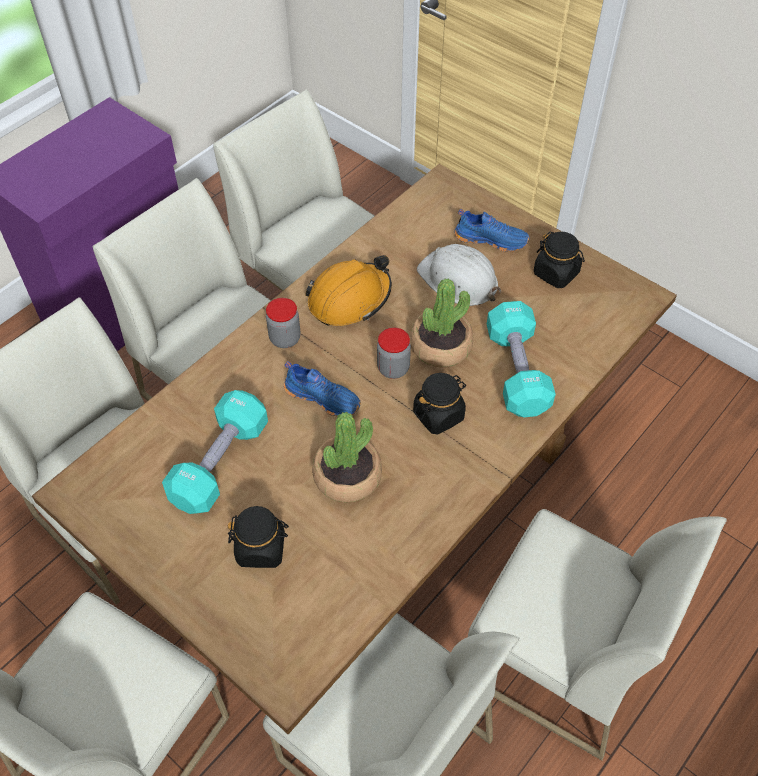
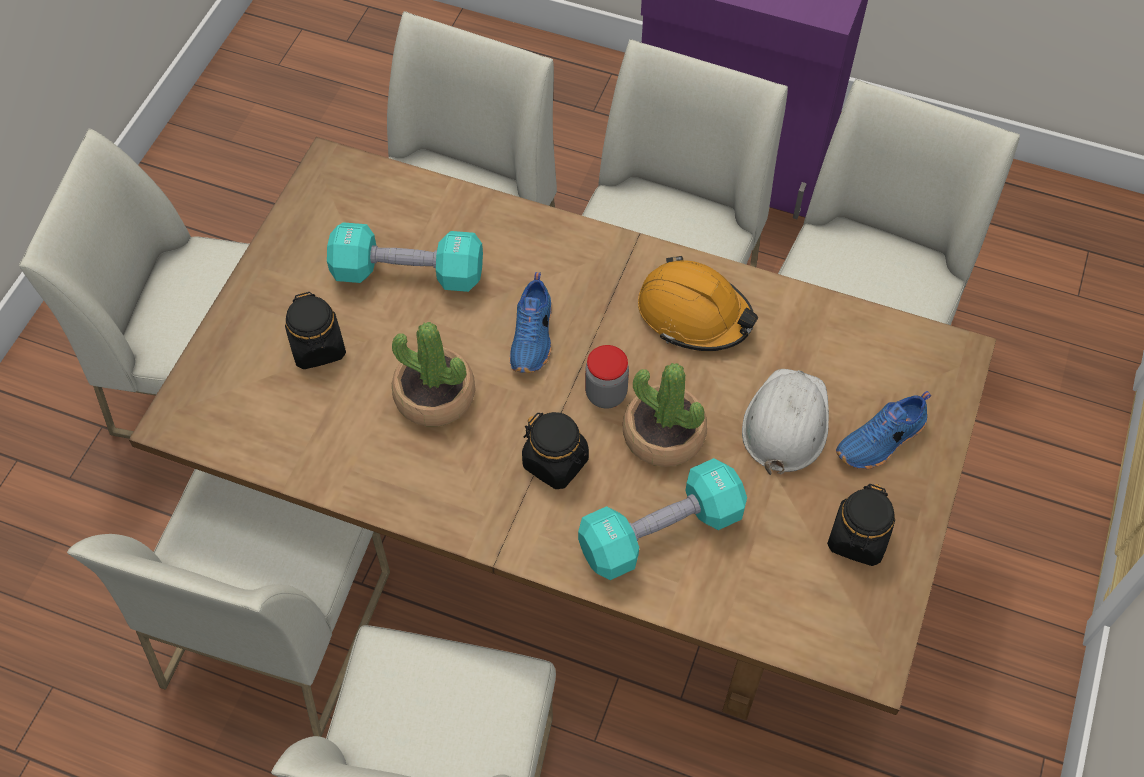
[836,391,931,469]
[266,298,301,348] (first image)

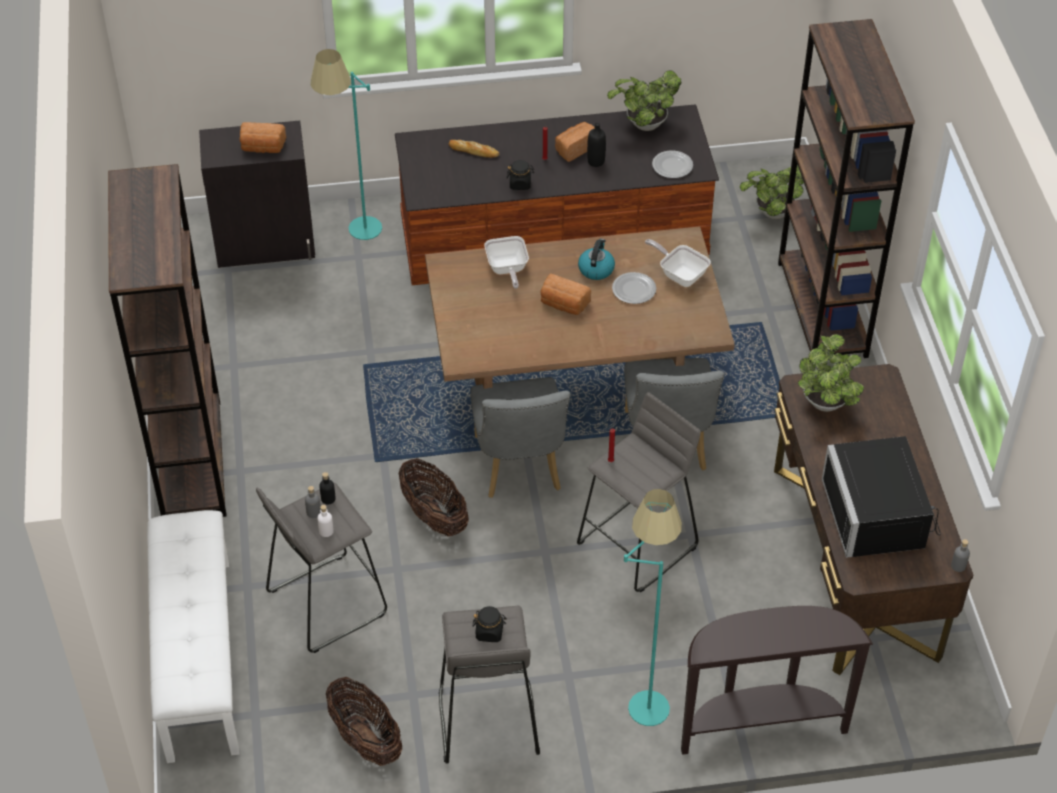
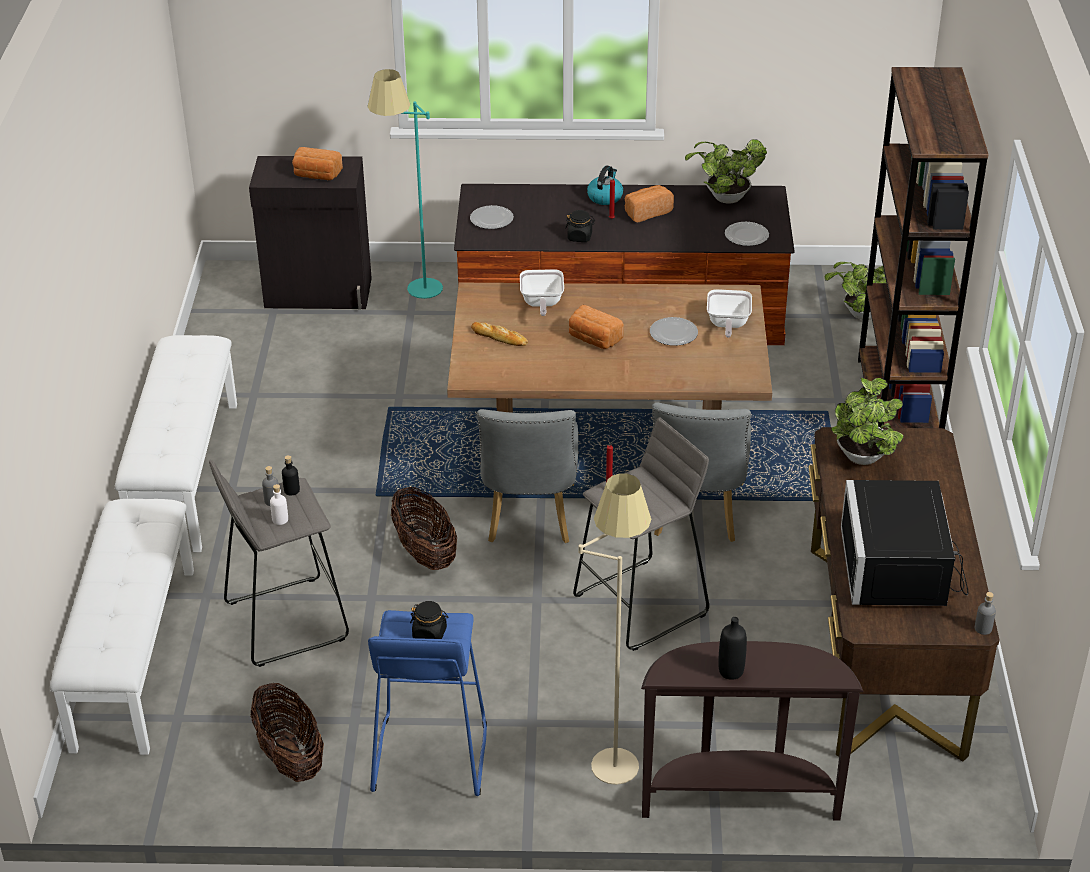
[115,335,237,552]
[368,610,487,796]
[470,205,514,229]
[471,322,528,346]
[579,473,651,785]
[587,166,623,205]
[707,289,752,338]
[718,617,747,680]

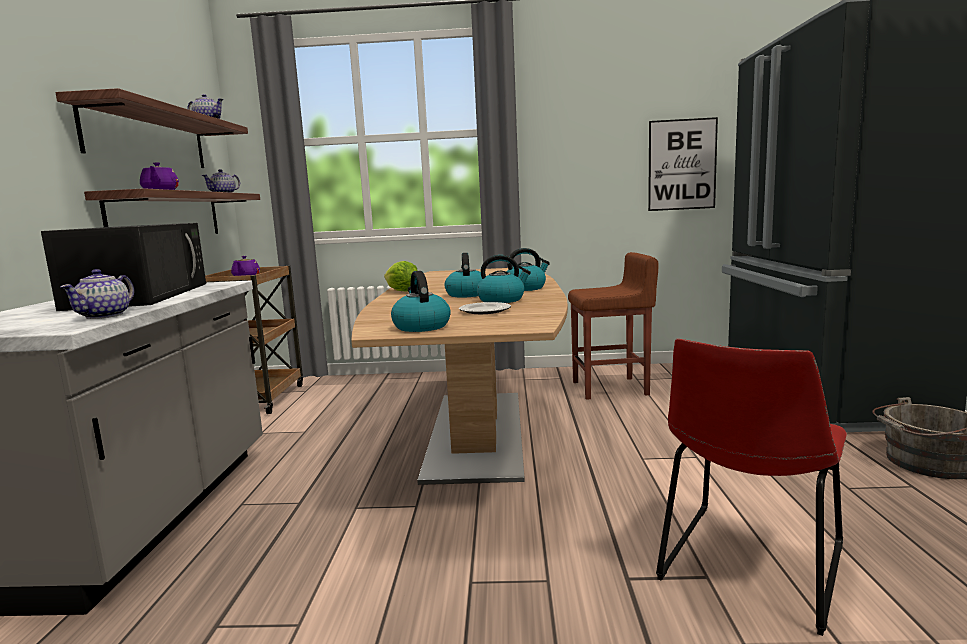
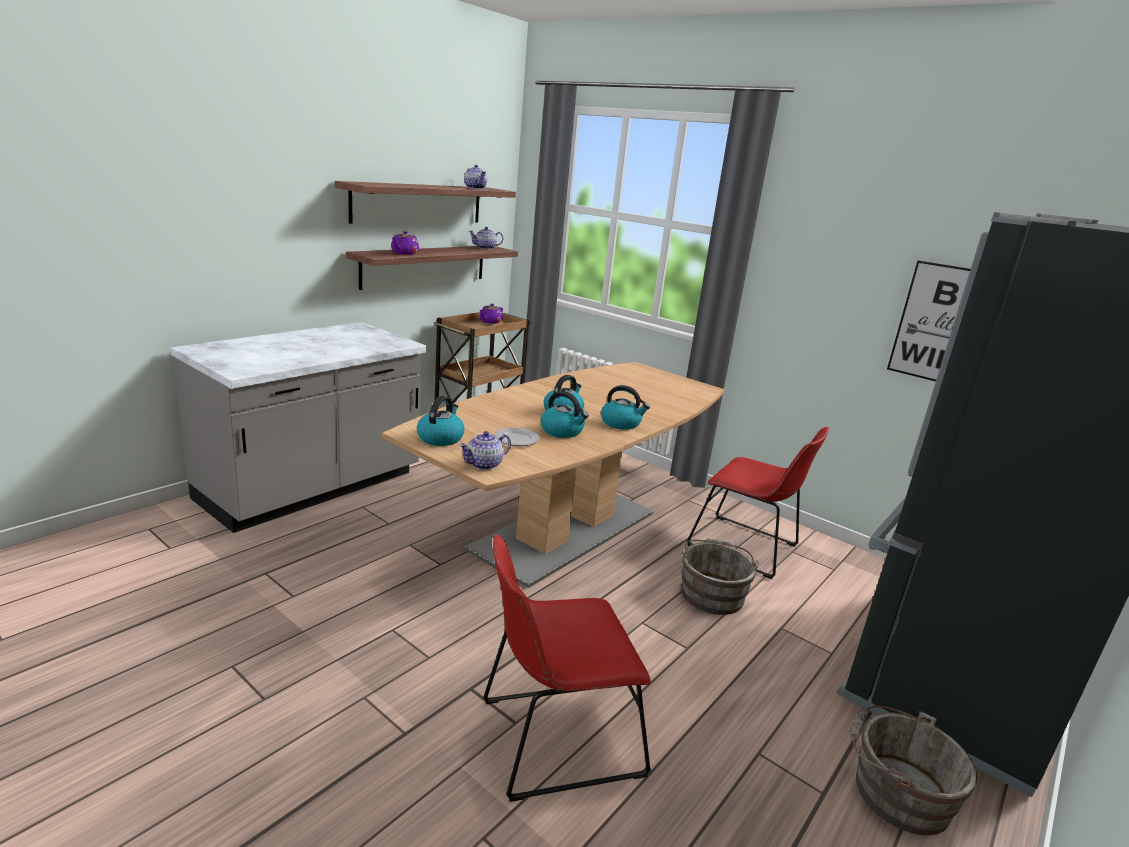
[459,431,511,470]
[681,539,759,615]
[687,427,829,579]
[41,223,206,311] (first image)
[384,261,418,291] (first image)

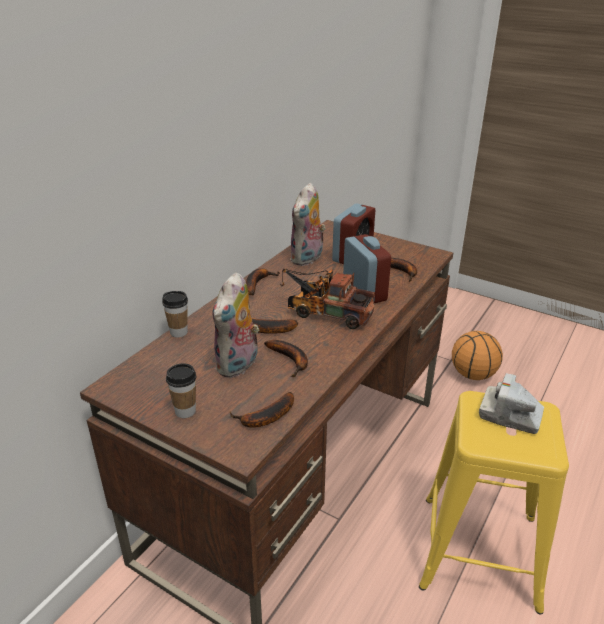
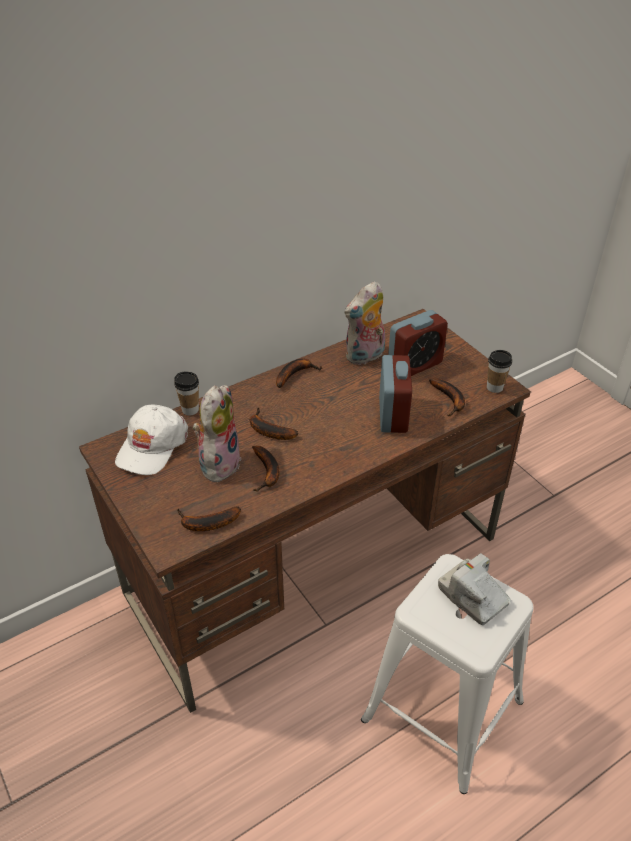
[115,404,188,475]
[193,385,241,482]
[361,554,534,794]
[487,350,512,393]
[280,269,375,329] (first image)
[452,331,503,380] (first image)

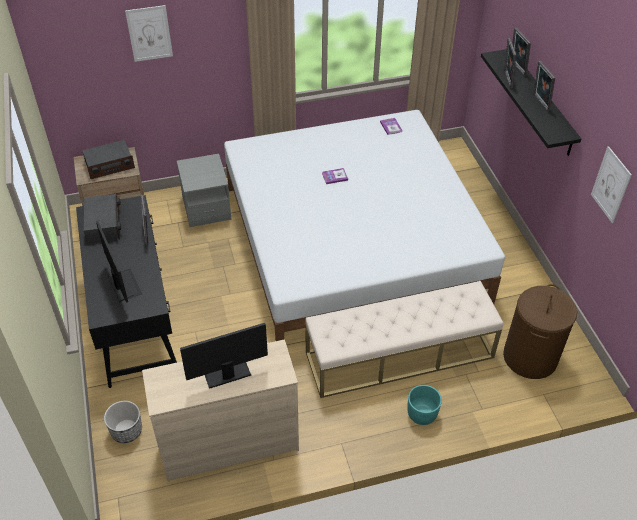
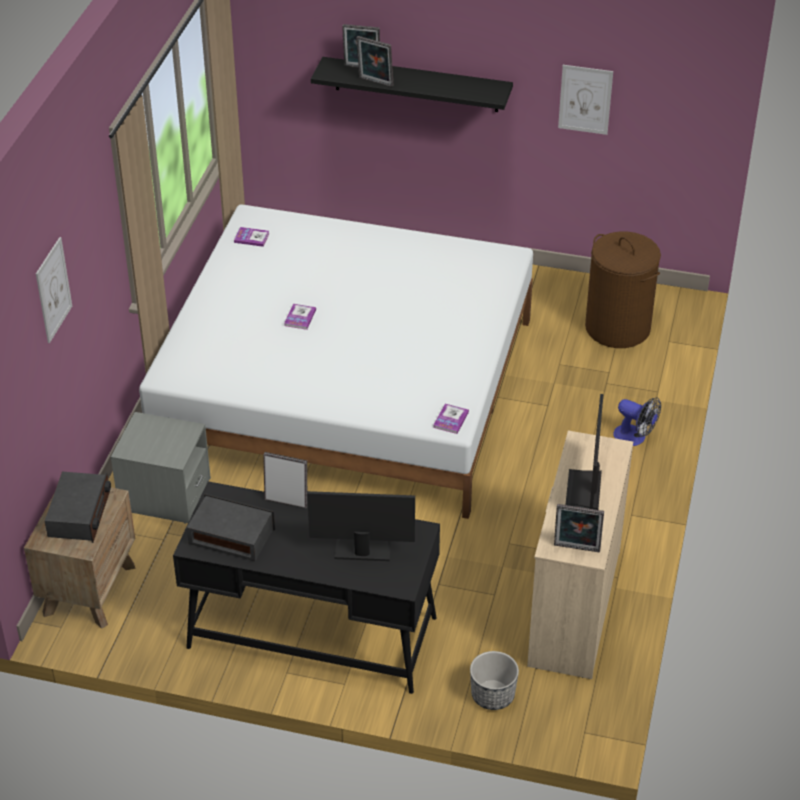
[433,404,469,434]
[554,504,604,552]
[614,397,661,446]
[305,281,504,398] (first image)

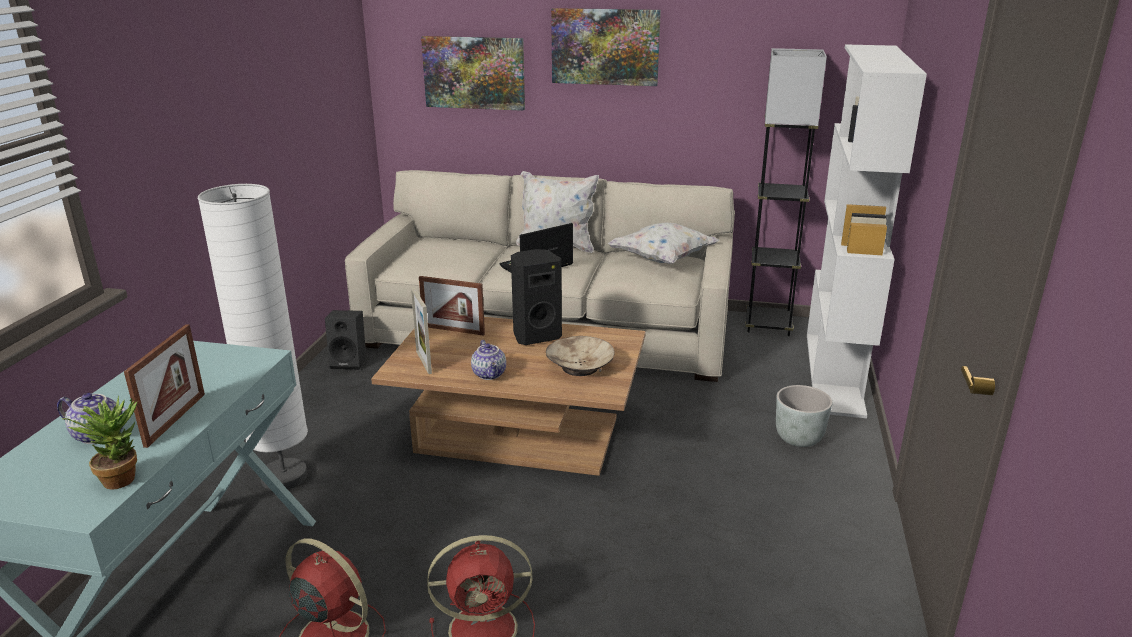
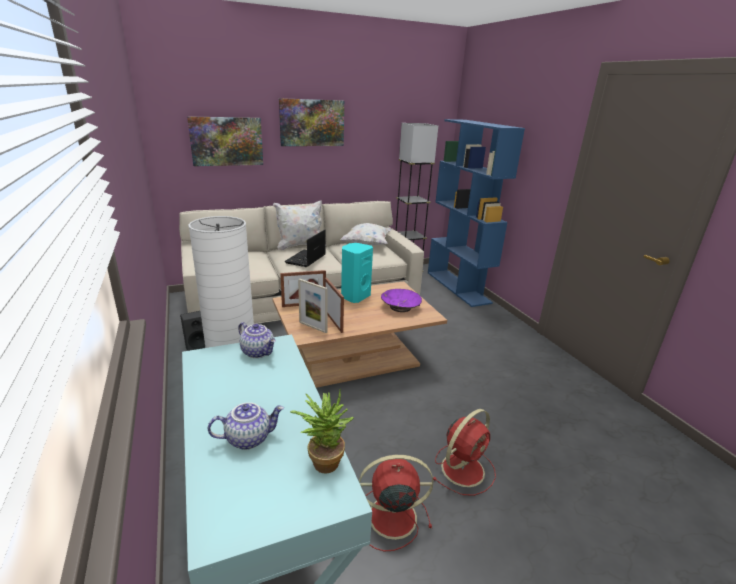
[238,322,276,358]
[325,278,344,333]
[341,243,373,303]
[381,289,422,312]
[428,119,525,307]
[776,385,832,447] (first image)

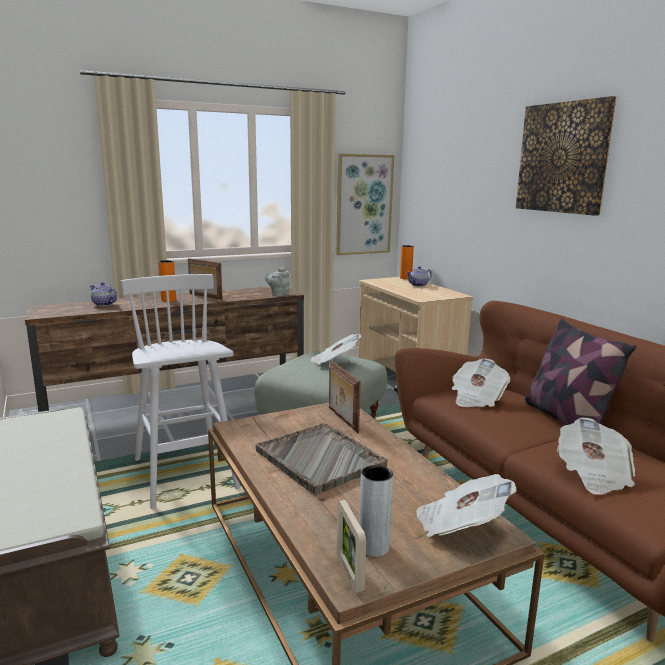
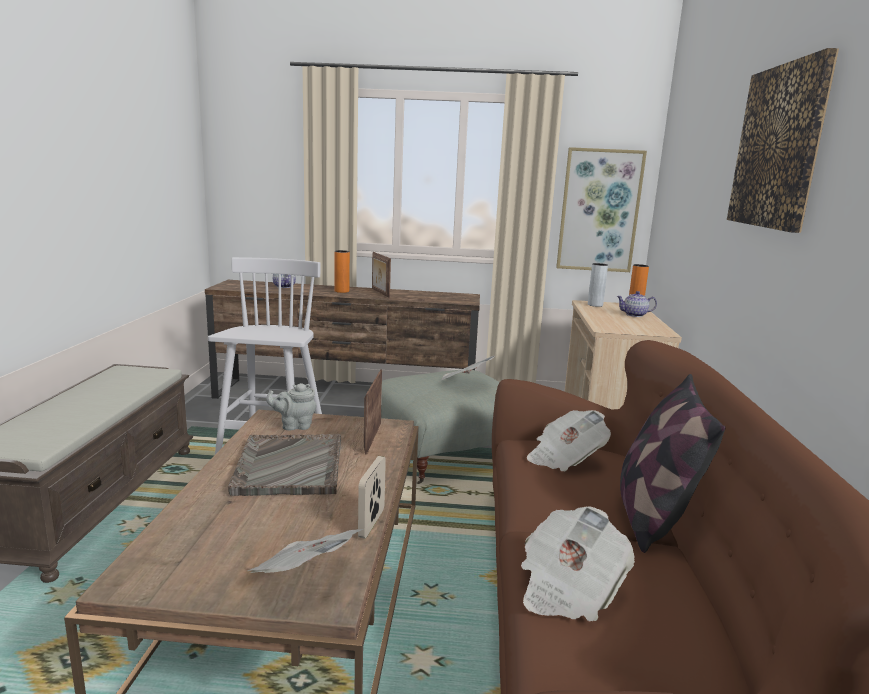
[266,383,317,431]
[358,456,386,539]
[588,263,608,307]

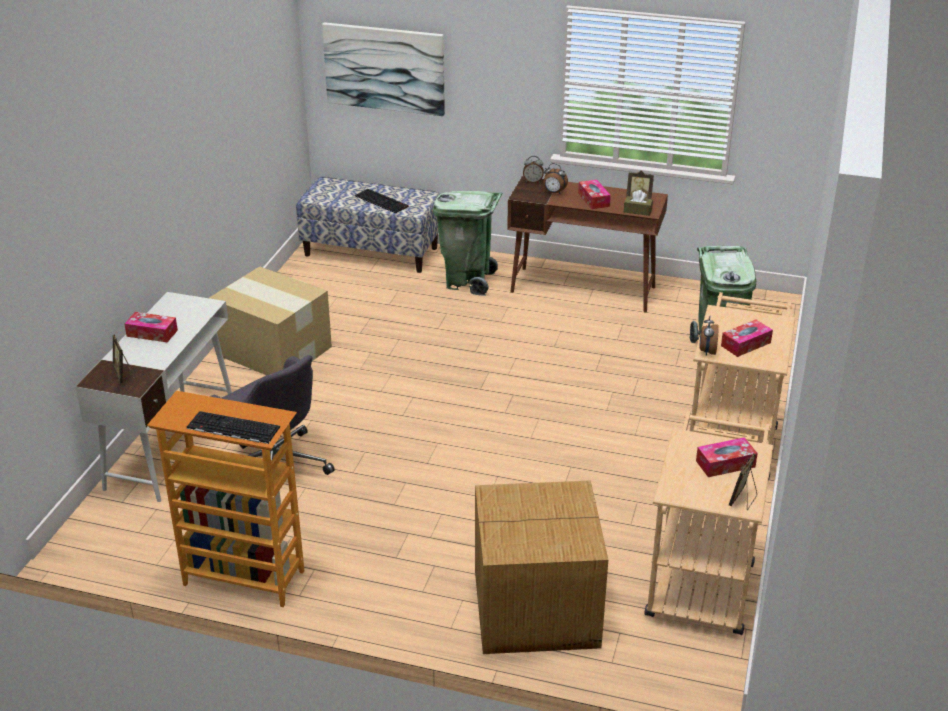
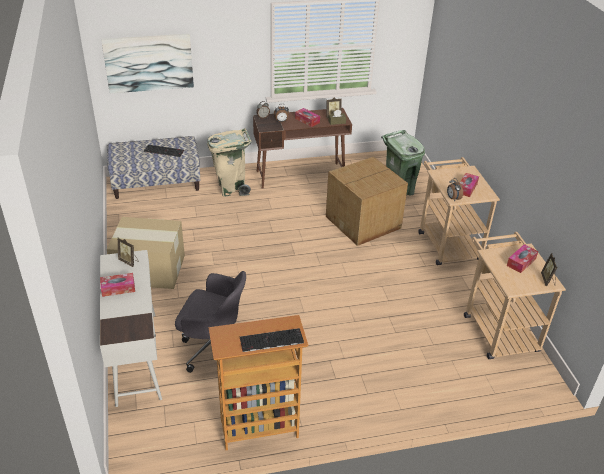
[118,237,138,267]
[207,128,252,197]
[326,157,408,246]

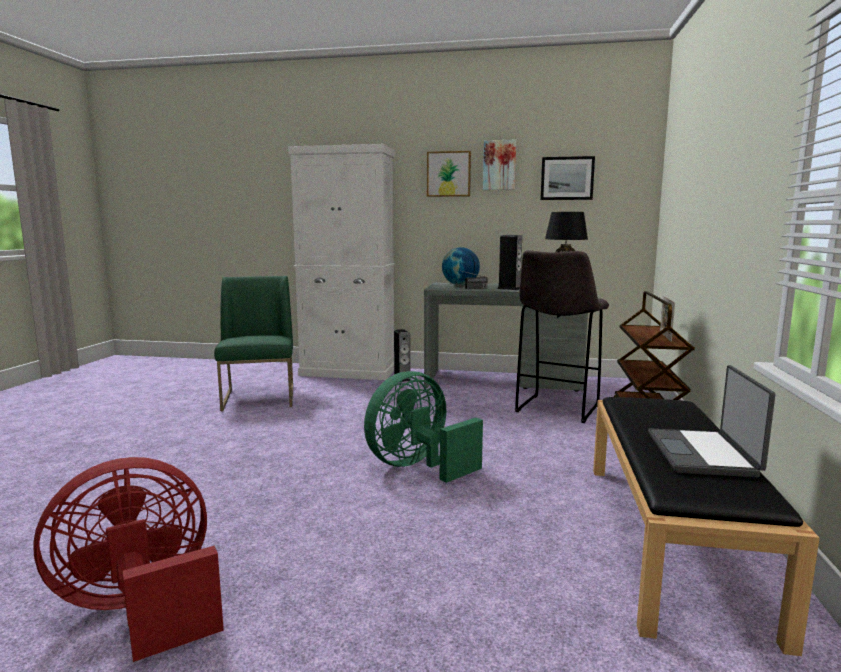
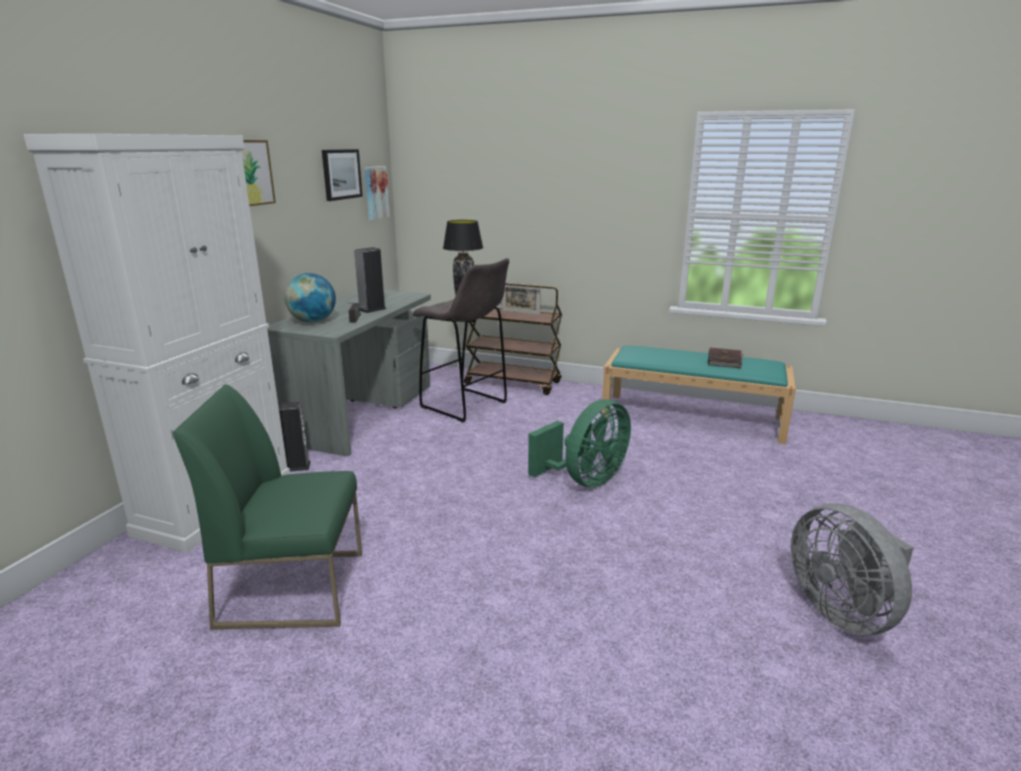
[365,166,390,220]
[528,399,631,488]
[601,346,796,444]
[708,347,743,368]
[791,503,914,635]

